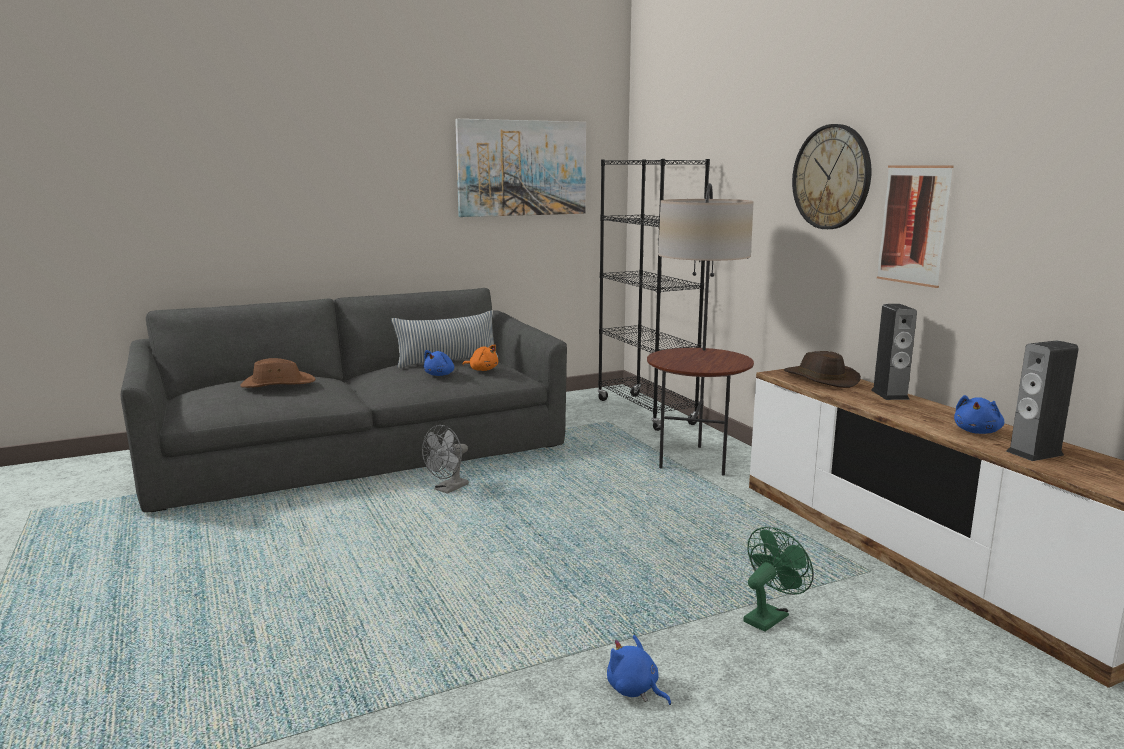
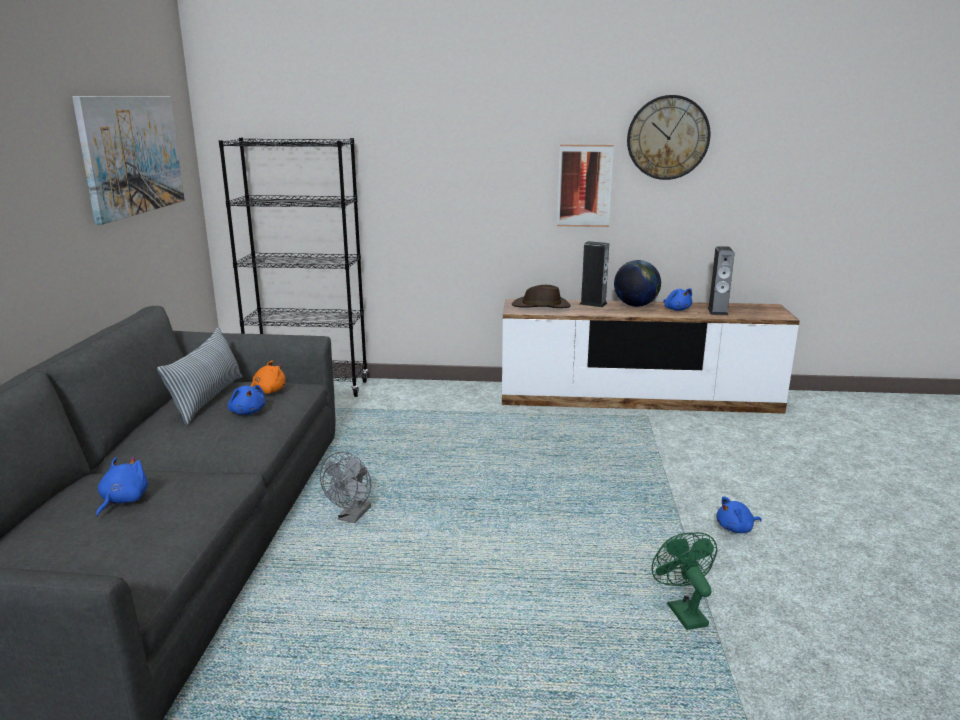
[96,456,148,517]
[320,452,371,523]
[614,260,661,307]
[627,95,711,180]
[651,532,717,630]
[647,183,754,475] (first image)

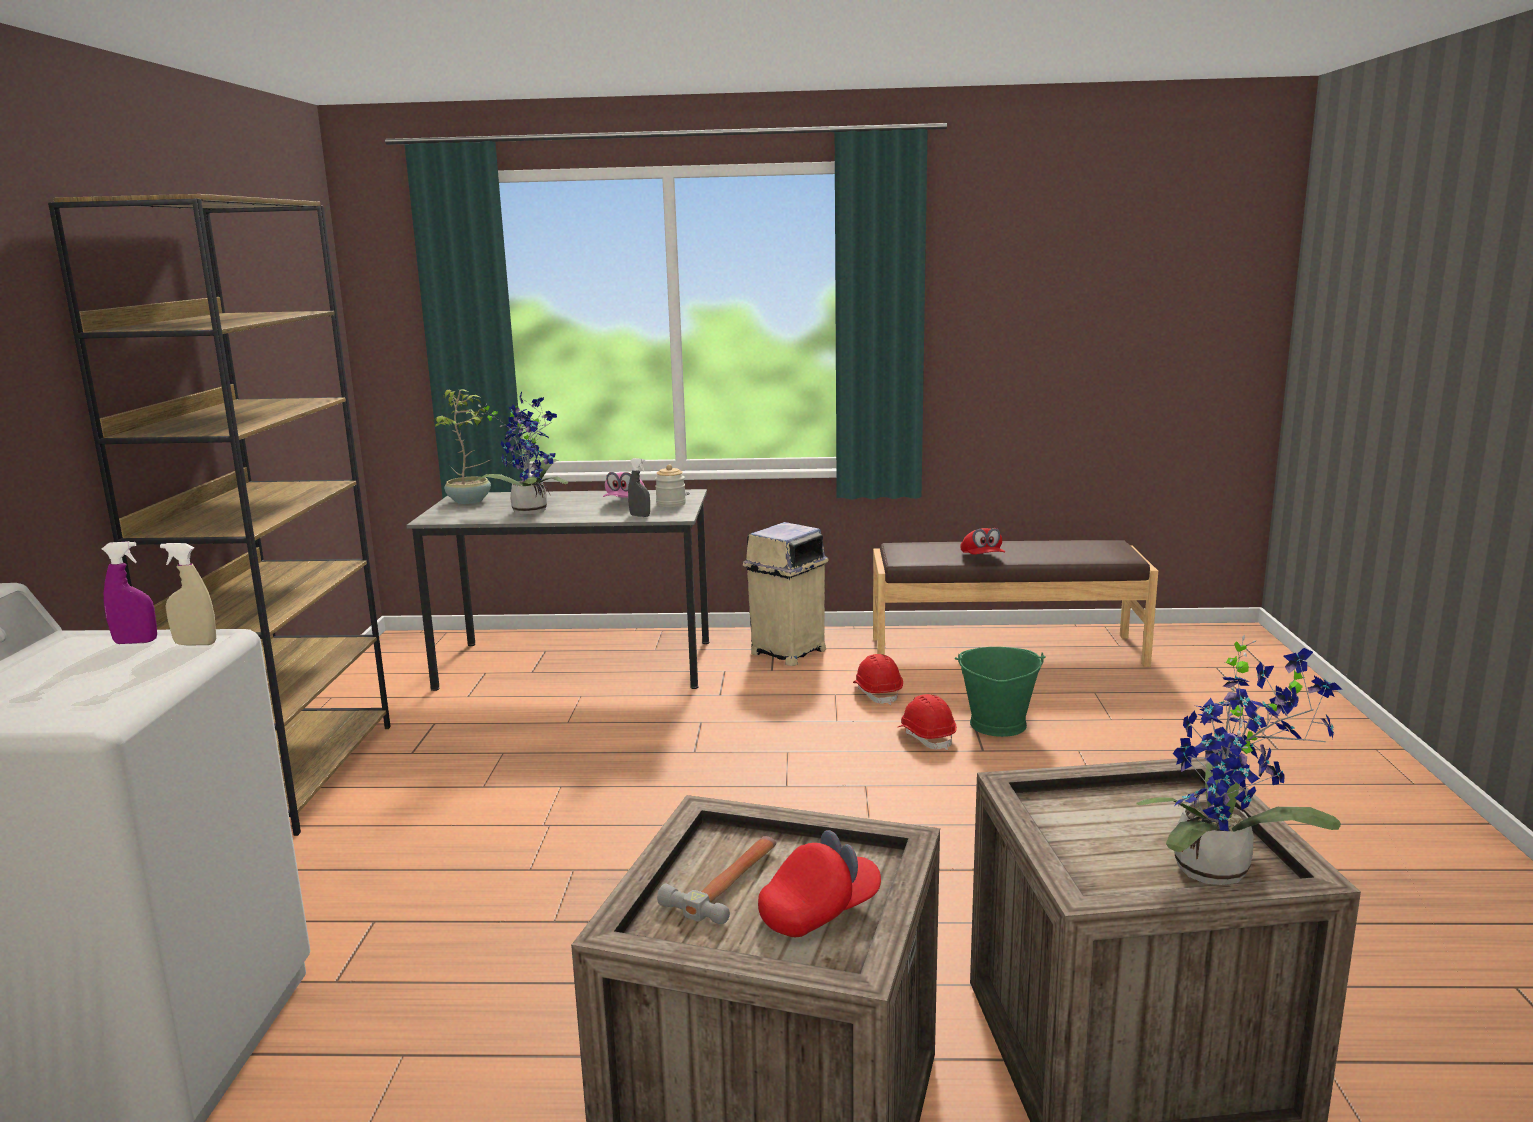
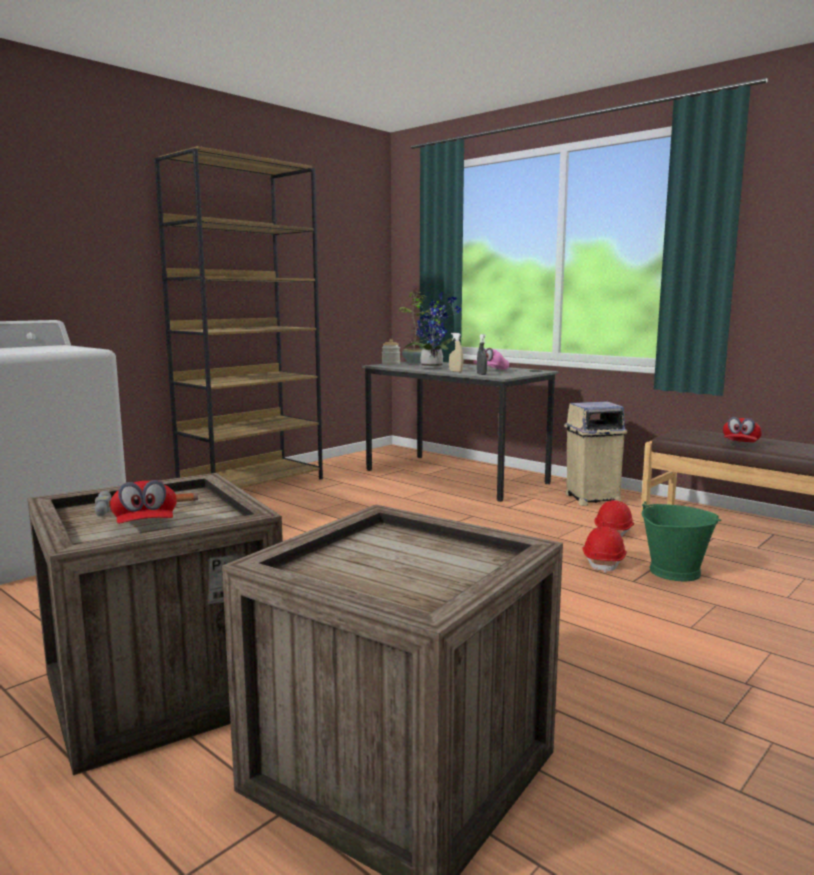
[110,480,177,524]
[382,339,400,365]
[449,333,463,372]
[102,541,157,644] (first image)
[1137,635,1342,885] (first image)

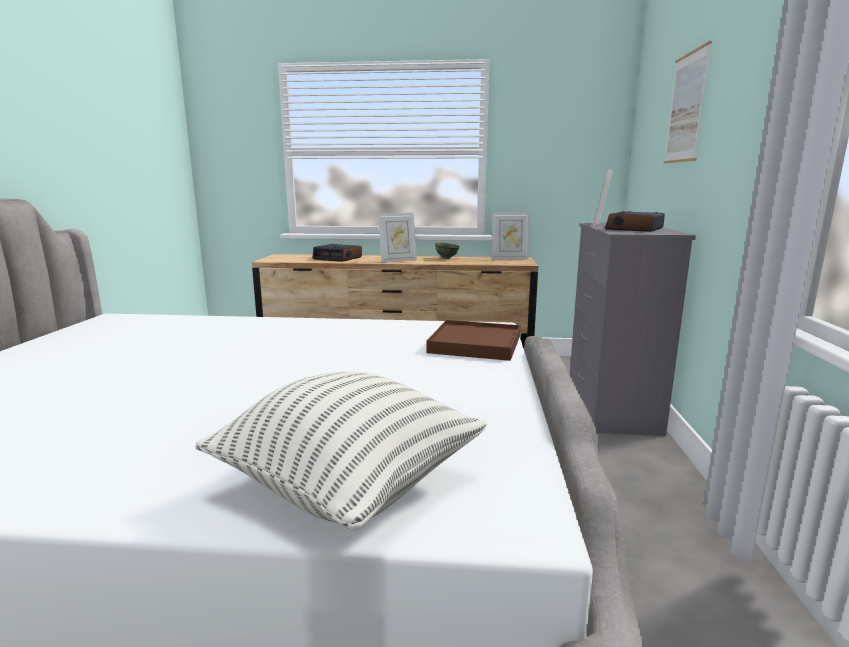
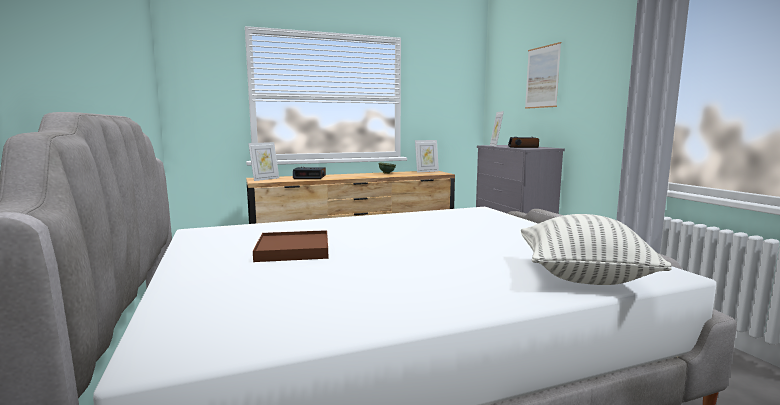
[248,142,279,181]
[253,230,328,262]

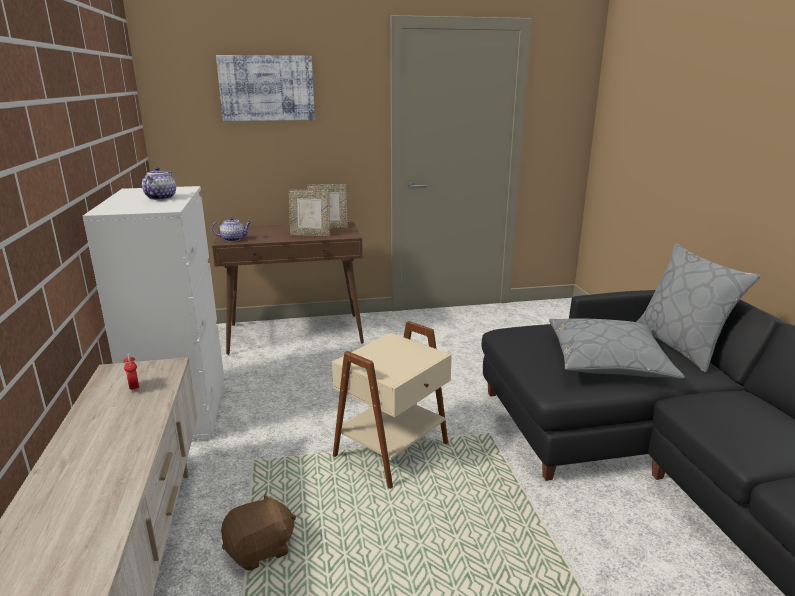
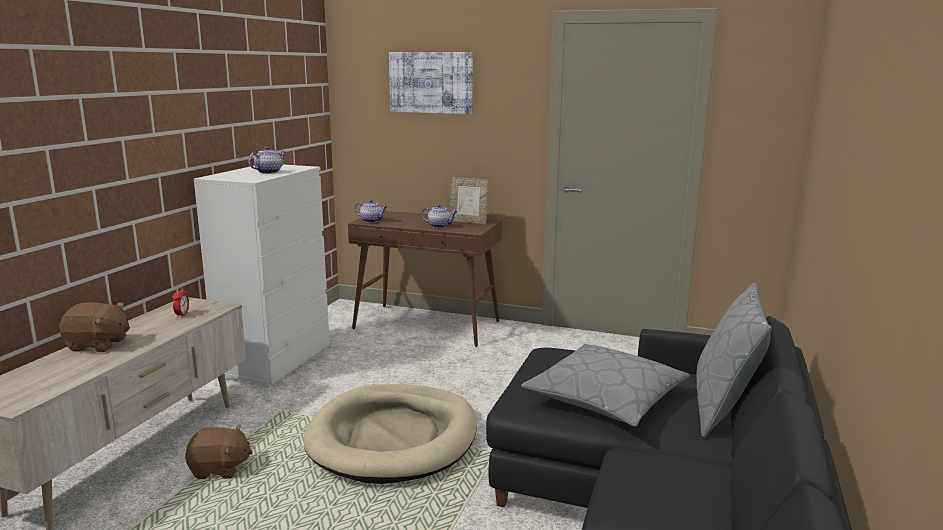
[59,302,130,352]
[303,384,477,484]
[421,204,458,228]

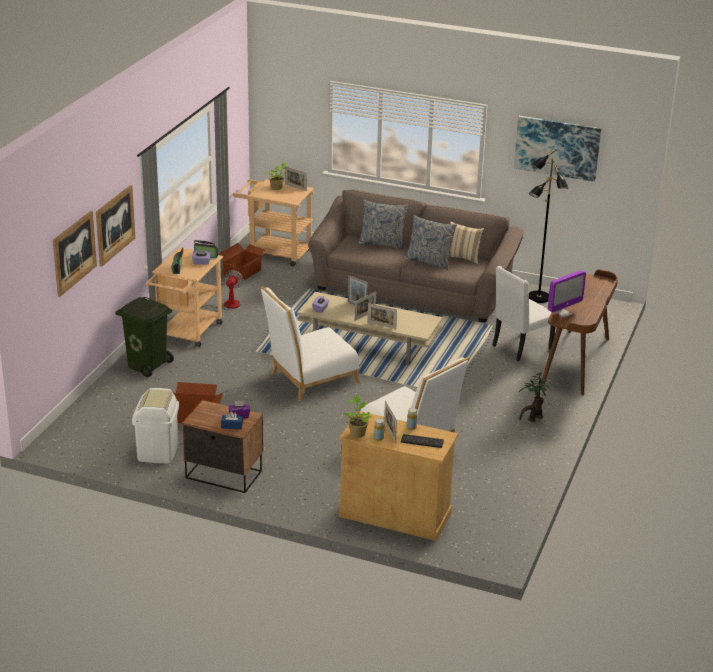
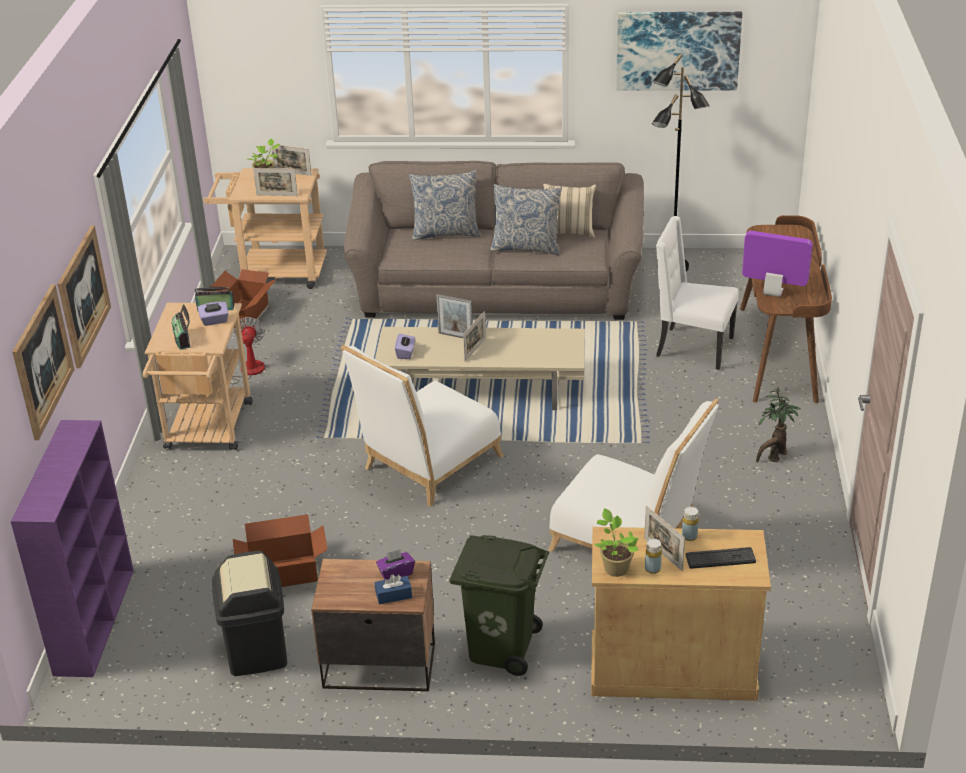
[11,420,134,677]
[212,551,287,676]
[253,168,298,196]
[449,535,549,676]
[656,216,739,370]
[742,231,813,297]

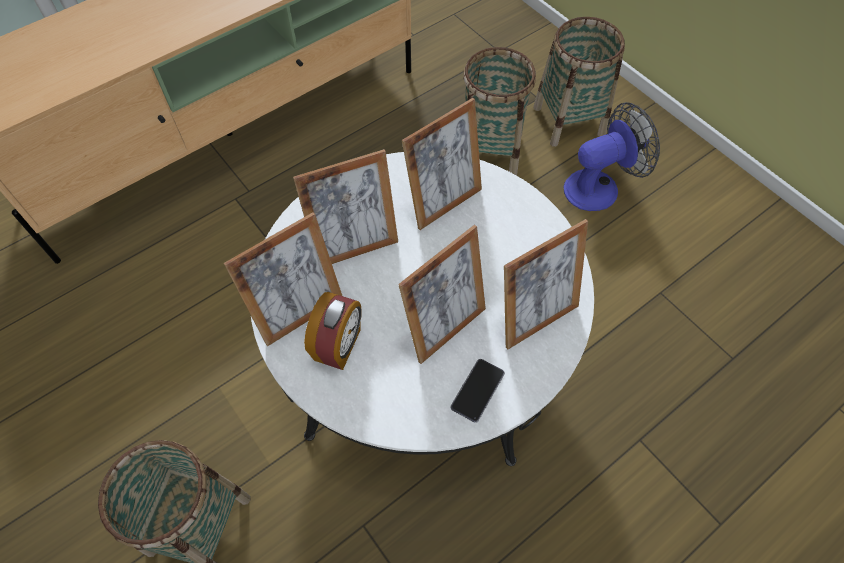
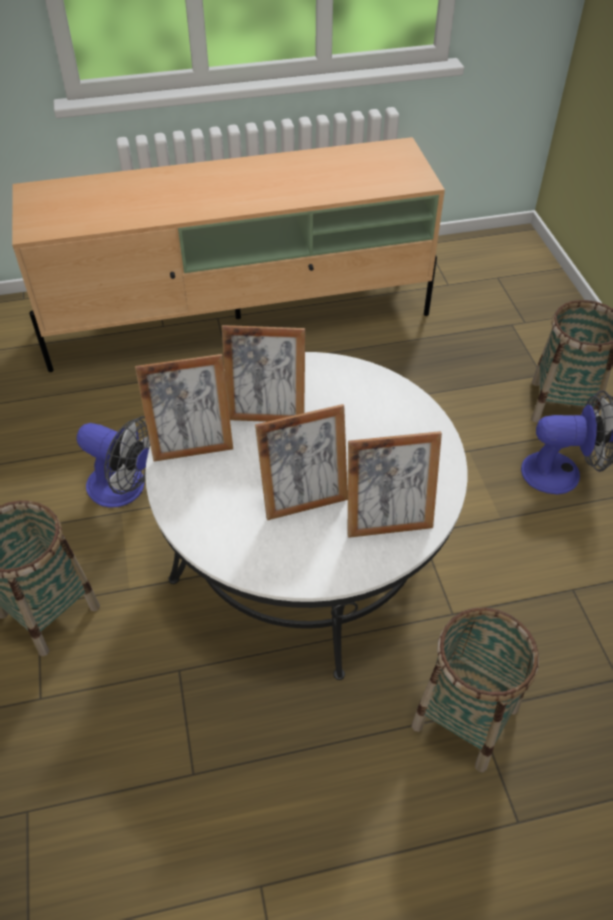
[77,416,150,508]
[411,607,539,772]
[304,292,361,370] (first image)
[402,98,482,230] (first image)
[450,359,505,423] (first image)

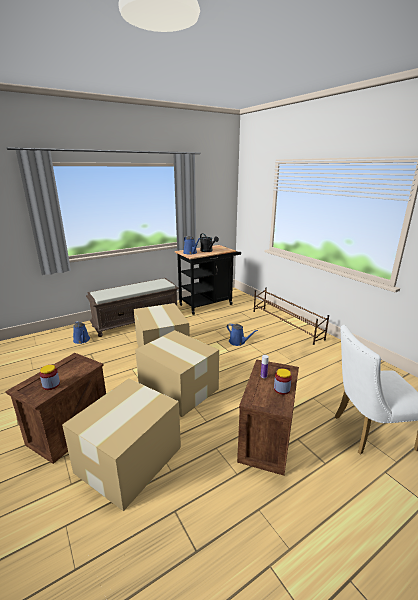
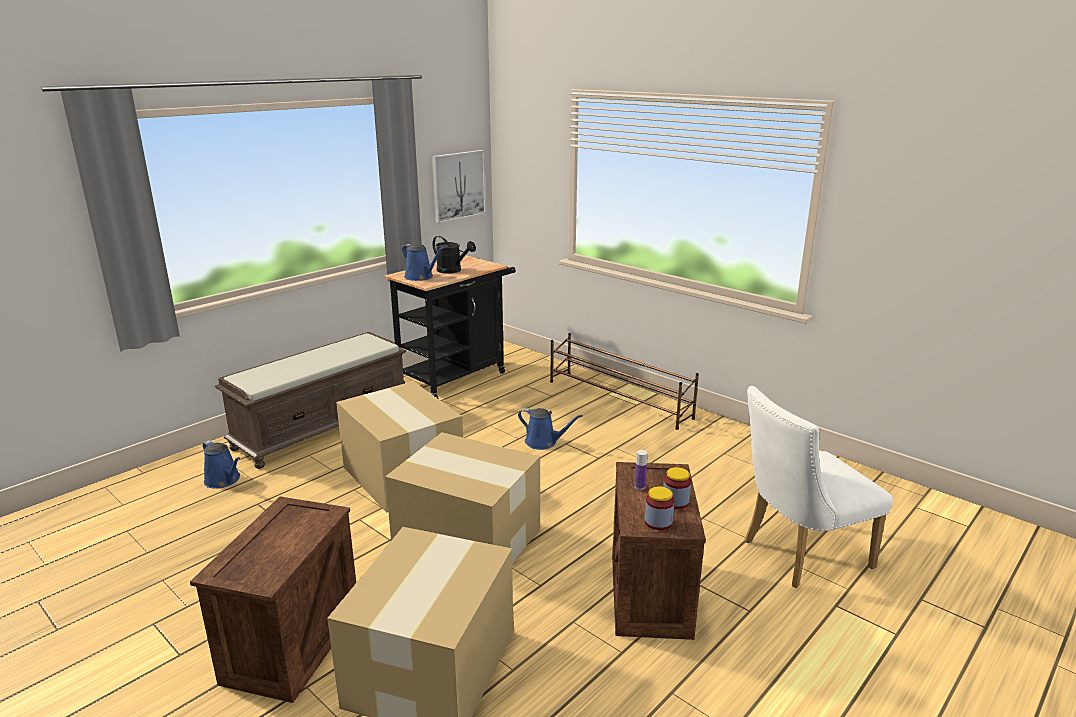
[432,150,486,223]
[645,486,674,530]

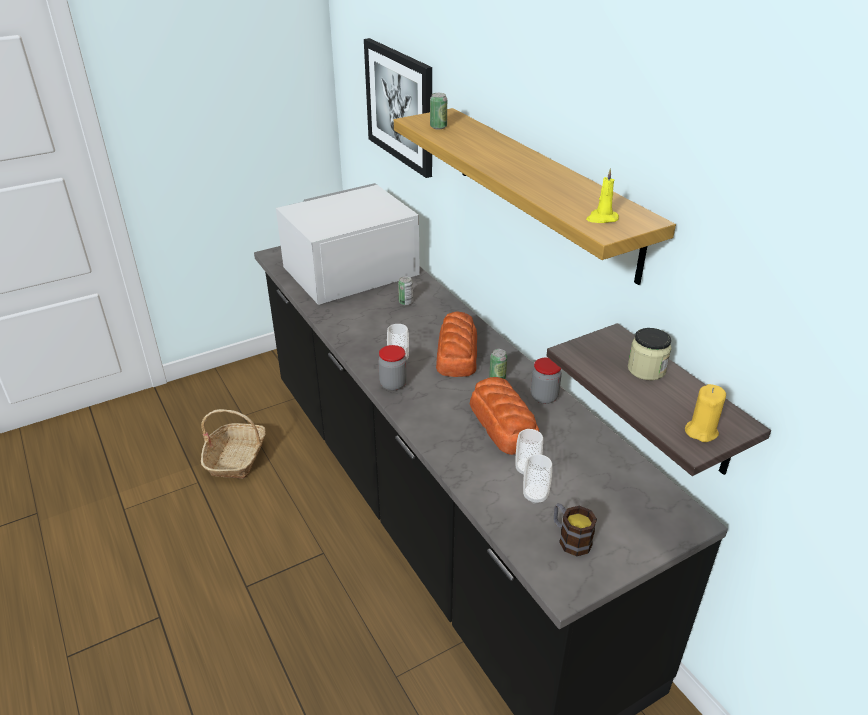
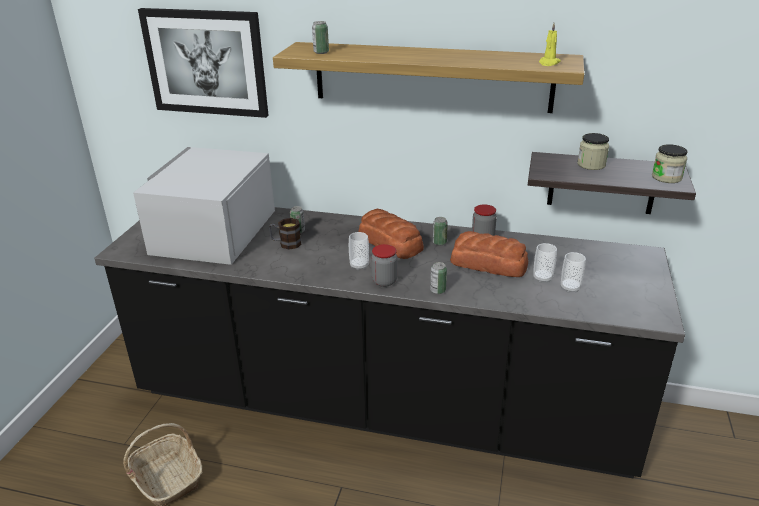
[269,218,302,250]
[430,262,447,294]
[652,144,688,183]

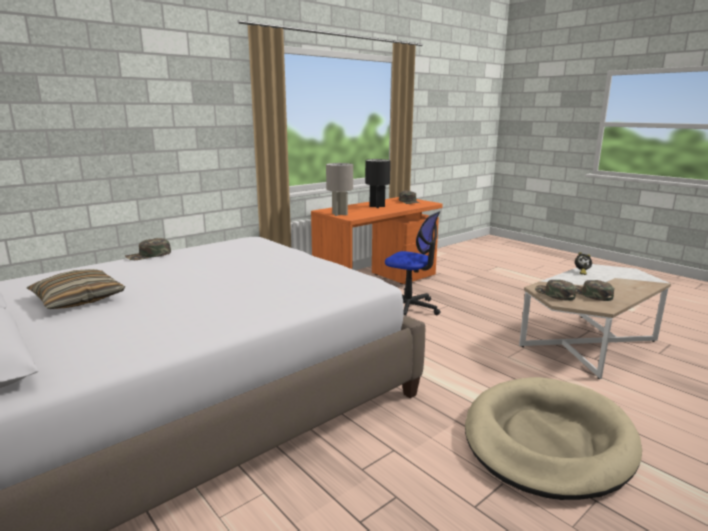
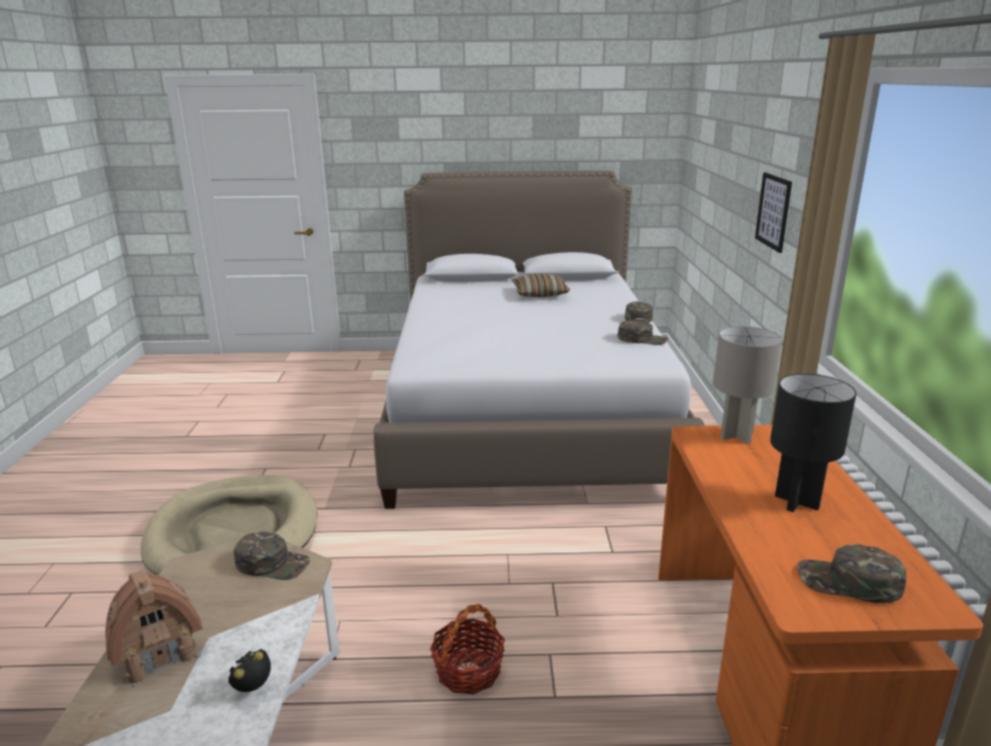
[106,570,203,687]
[430,604,505,695]
[618,320,668,345]
[755,173,792,253]
[385,211,440,316] (first image)

